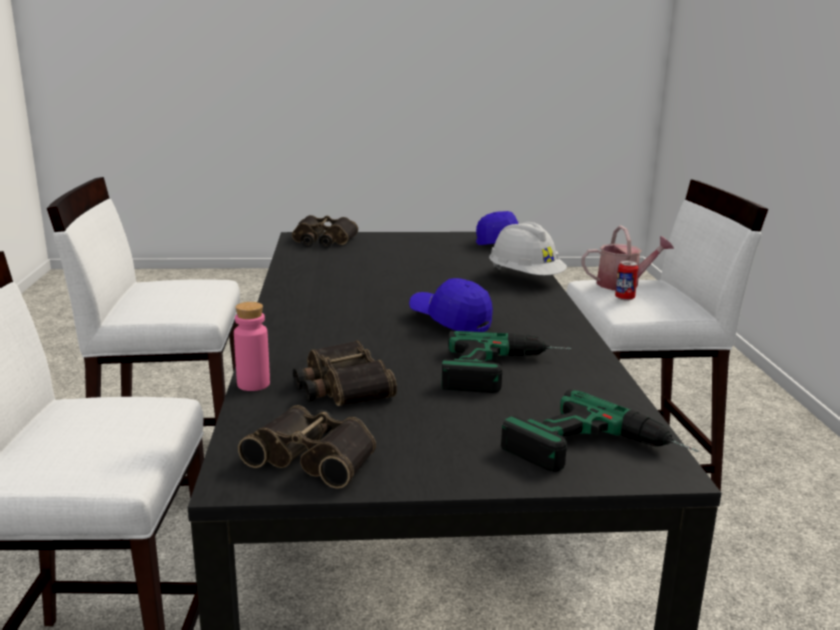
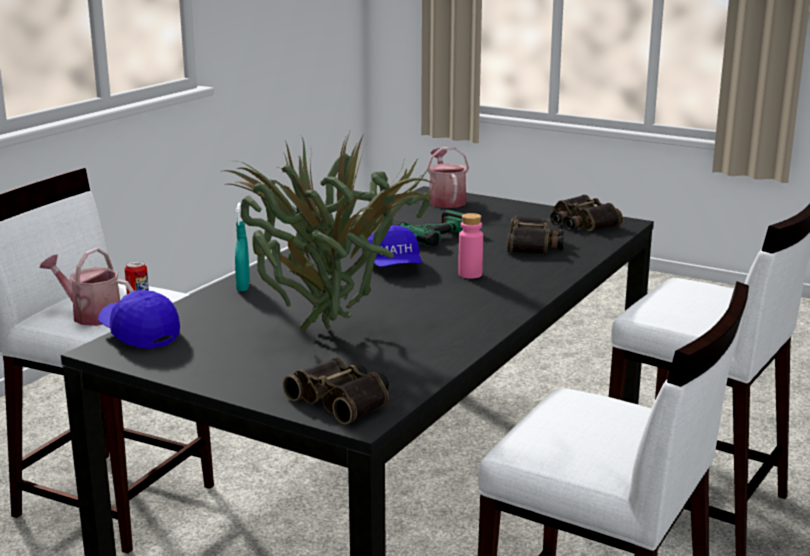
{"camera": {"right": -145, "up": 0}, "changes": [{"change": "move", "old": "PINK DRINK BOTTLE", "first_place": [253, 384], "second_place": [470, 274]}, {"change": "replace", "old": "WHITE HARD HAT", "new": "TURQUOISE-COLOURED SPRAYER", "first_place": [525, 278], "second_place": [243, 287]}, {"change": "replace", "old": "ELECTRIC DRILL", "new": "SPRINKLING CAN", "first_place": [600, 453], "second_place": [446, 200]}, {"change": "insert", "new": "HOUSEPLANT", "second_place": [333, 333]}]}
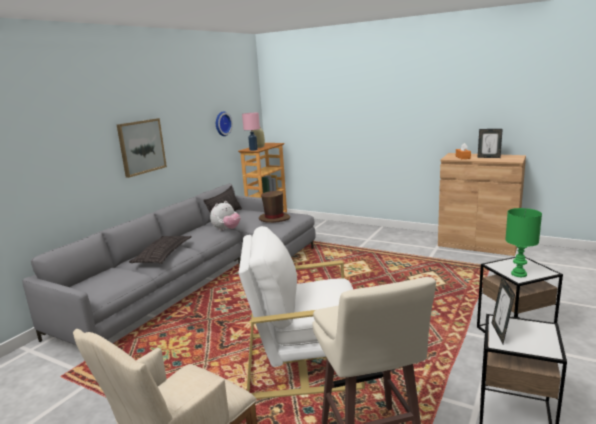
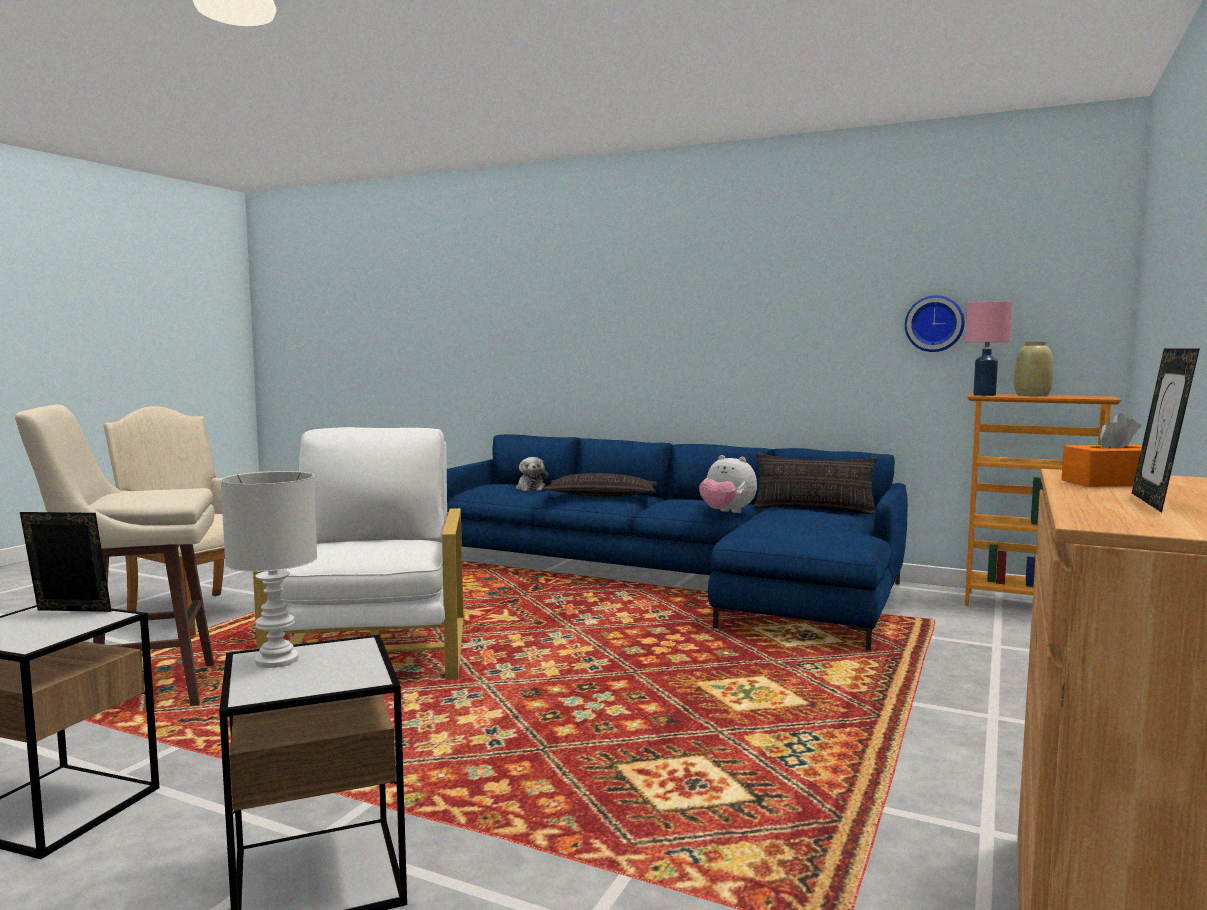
{"camera": {"right": 85, "up": -10}, "changes": [{"change": "recolor", "old": "GRAY COUCH", "new": "BLUE-COLOURED COUCH", "first_place": [200, 278], "second_place": [676, 580]}, {"change": "delete", "old": "WALL PICTURE", "first_place": [141, 147]}, {"change": "delete", "old": "BROWNISH HAT", "first_place": [274, 218]}, {"change": "recolor", "old": "GREEN-COLOURED TABLE LAMP", "new": "WHITE TABLE LAMP", "first_place": [519, 274], "second_place": [275, 660]}, {"change": "insert", "new": "CUDDLY TOY", "second_place": [530, 488]}]}
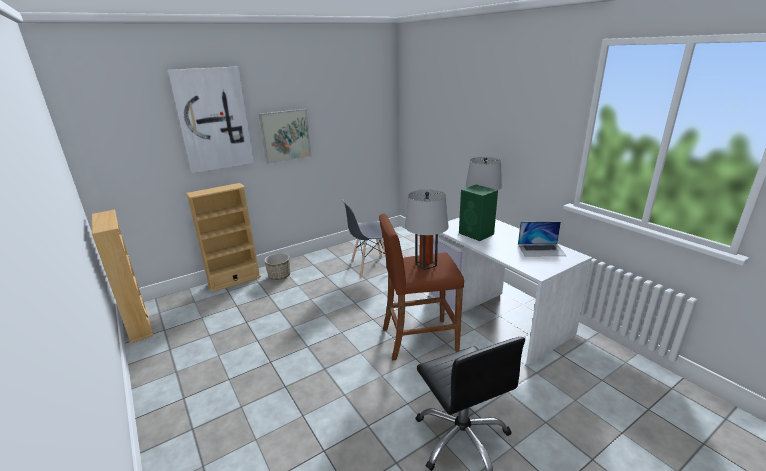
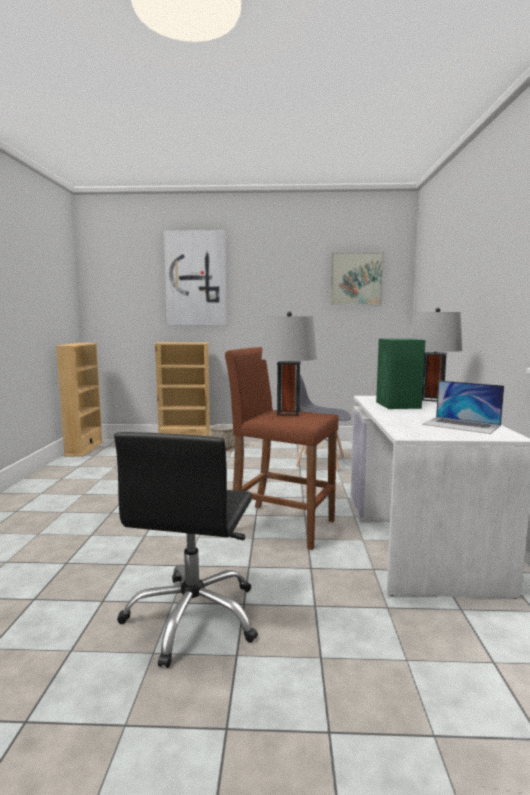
{"camera": {"right": 35, "up": -15}, "changes": [{"change": "move", "old": "WALL PICTURE", "first_place": [285, 135], "second_place": [356, 279]}]}
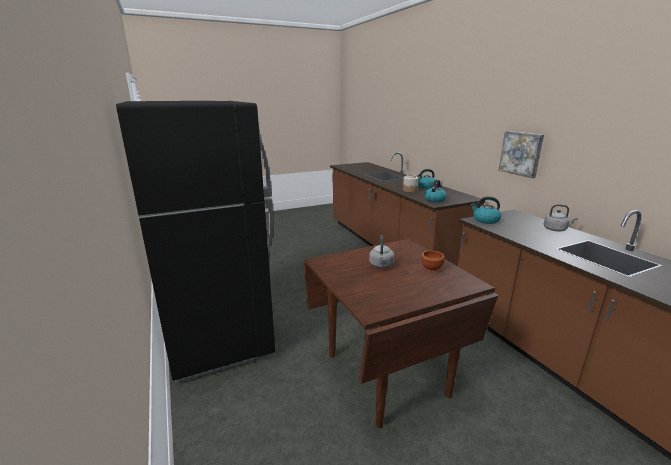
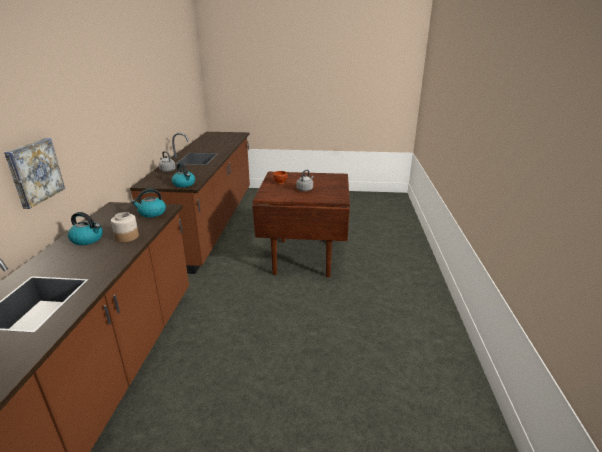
{"camera": {"right": -150, "up": 5}, "changes": [{"change": "delete", "old": "BLACK-COLOURED FRIDGE", "first_place": [218, 337]}, {"change": "move", "old": "WALL PICTURE", "first_place": [521, 153], "second_place": [34, 172]}]}
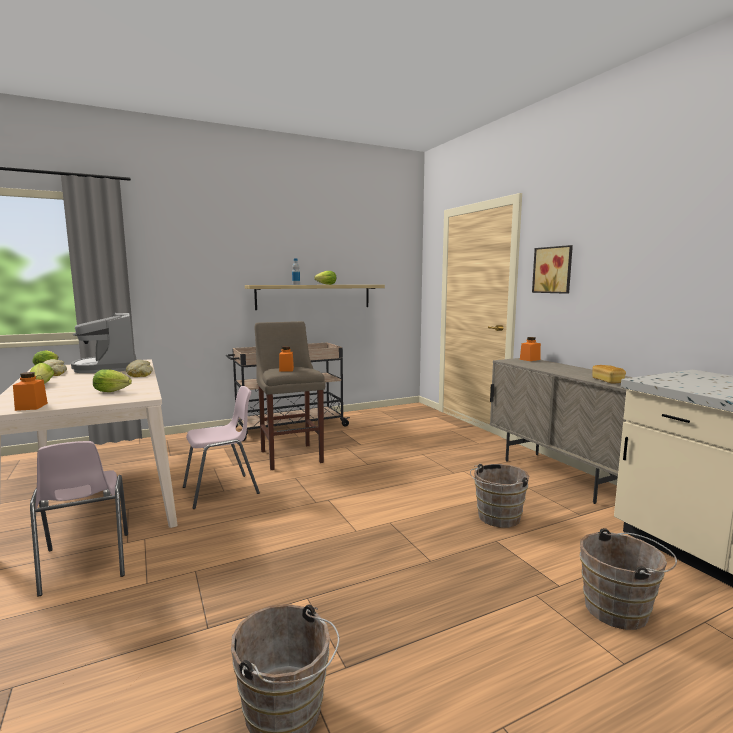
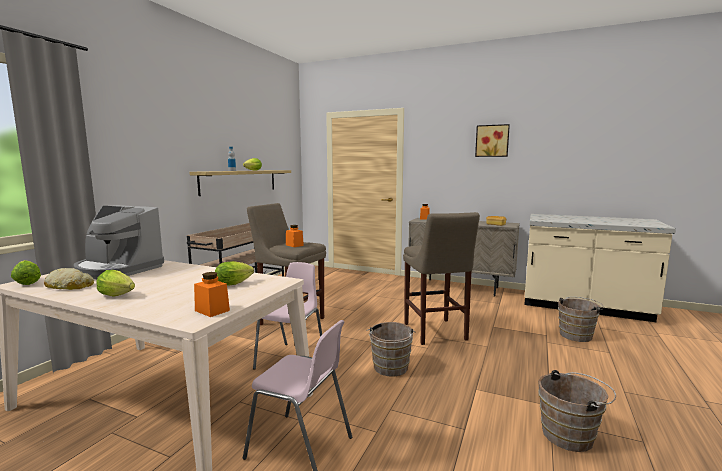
{"camera": {"right": -40, "up": 0}, "changes": [{"change": "delete", "old": "BAKERY BREAD", "first_place": [139, 374]}, {"change": "move", "old": "BROWNISH WATER BUCKET", "first_place": [496, 518], "second_place": [390, 369]}, {"change": "move", "old": "WALL PICTURE", "first_place": [553, 270], "second_place": [492, 141]}, {"change": "insert", "new": "BEIGE STOOL SEAT", "second_place": [436, 333]}]}
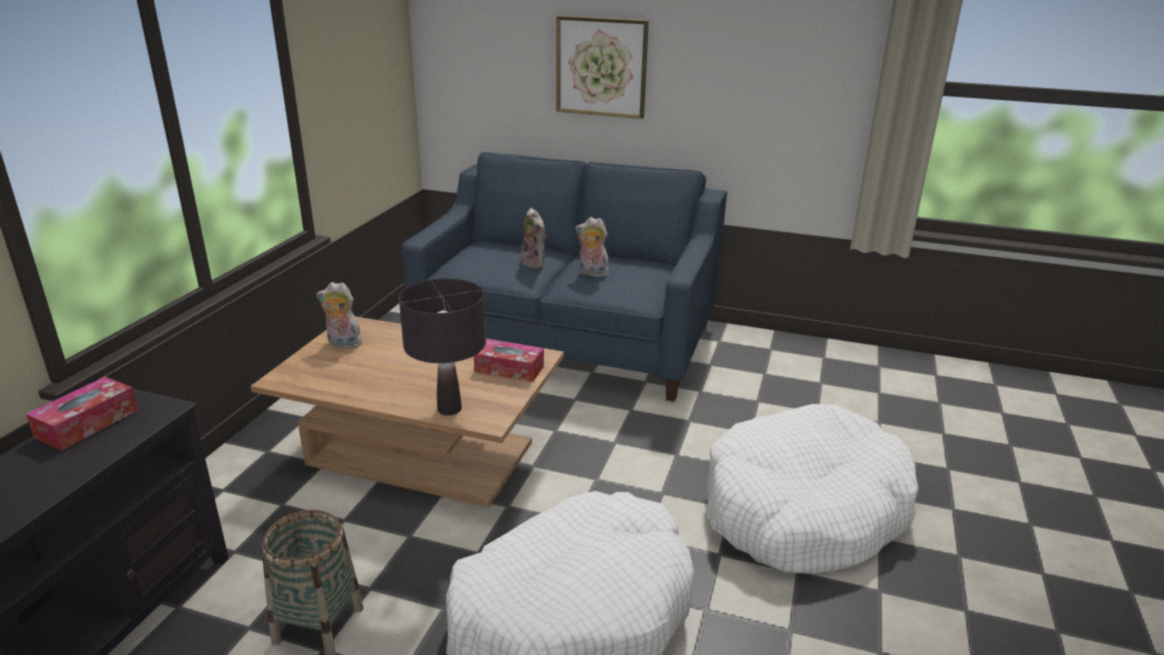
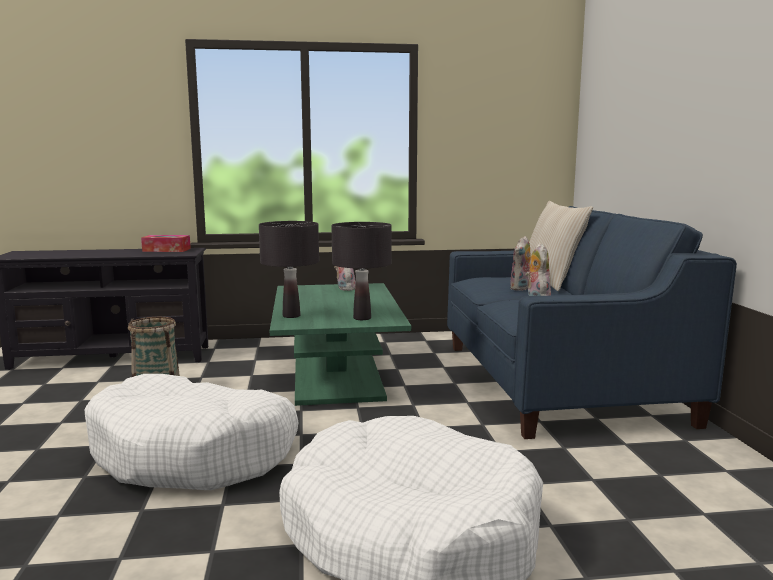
{"camera": {"right": 65, "up": -15}, "changes": [{"change": "recolor", "old": "BROWNISH LOW TABLE", "new": "GREEN-COLOURED LOW TABLE", "first_place": [421, 453], "second_place": [336, 375]}, {"change": "replace", "old": "TISSUE BOX", "new": "BLACK-COLOURED TABLE LAMP", "first_place": [509, 369], "second_place": [362, 318]}, {"change": "delete", "old": "WALL PICTURE", "first_place": [601, 67]}, {"change": "insert", "new": "BEIGE CUSHION", "second_place": [551, 282]}]}
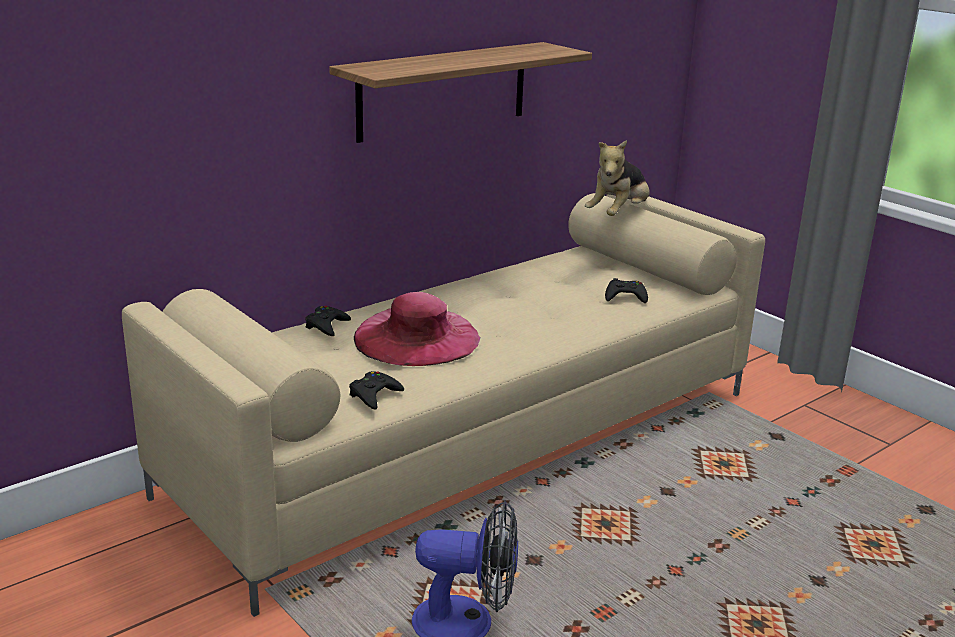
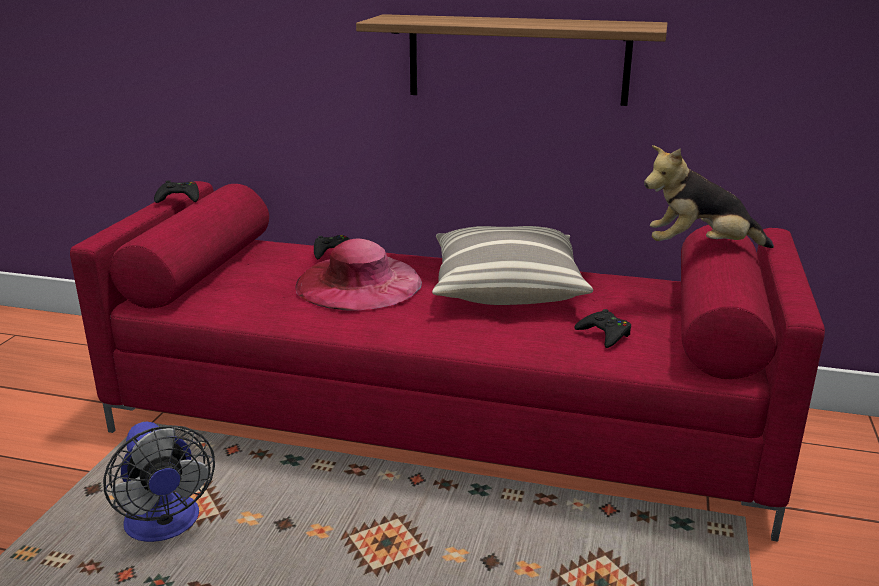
{"camera": {"right": 55, "up": 0}, "changes": [{"change": "recolor", "old": "BEIGE COUCH", "new": "RED-COLOURED COUCH", "first_place": [474, 440], "second_place": [442, 419]}, {"change": "move", "old": "BLACK-COLOURED JOYPAD", "first_place": [374, 395], "second_place": [179, 198]}, {"change": "insert", "new": "CUSHION", "second_place": [505, 288]}]}
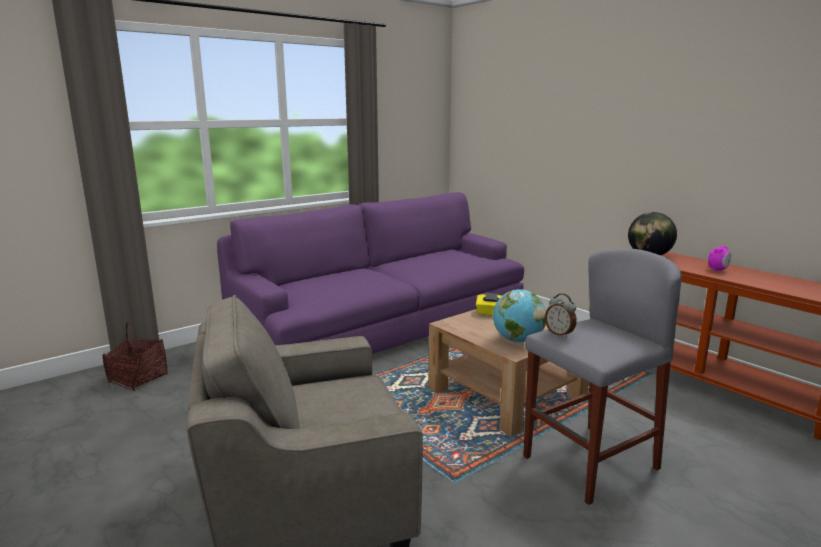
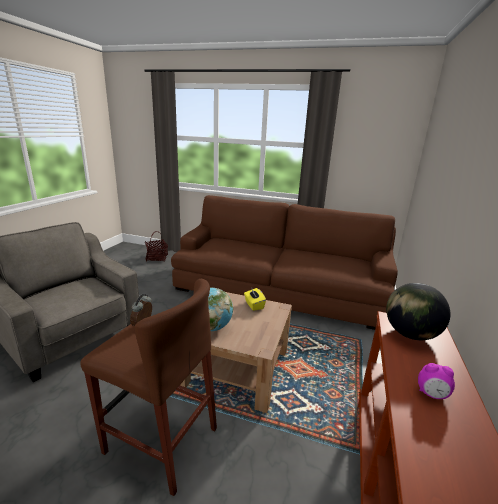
{"camera": {"right": 55, "up": 5}, "changes": [{"change": "recolor", "old": "PURPLISH COUCH", "new": "BROWNISH COUCH", "first_place": [385, 326], "second_place": [279, 290]}, {"change": "recolor", "old": "GRAY STOOL SEAT", "new": "BROWNISH STOOL SEAT", "first_place": [590, 462], "second_place": [161, 440]}]}
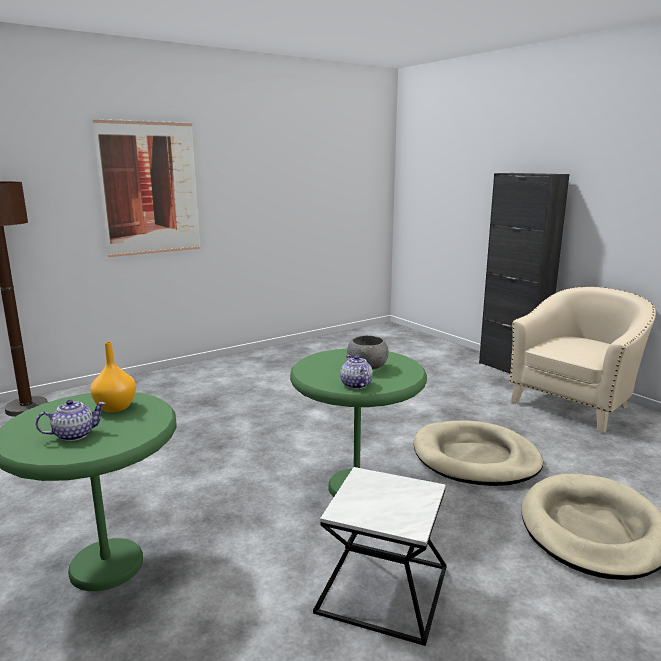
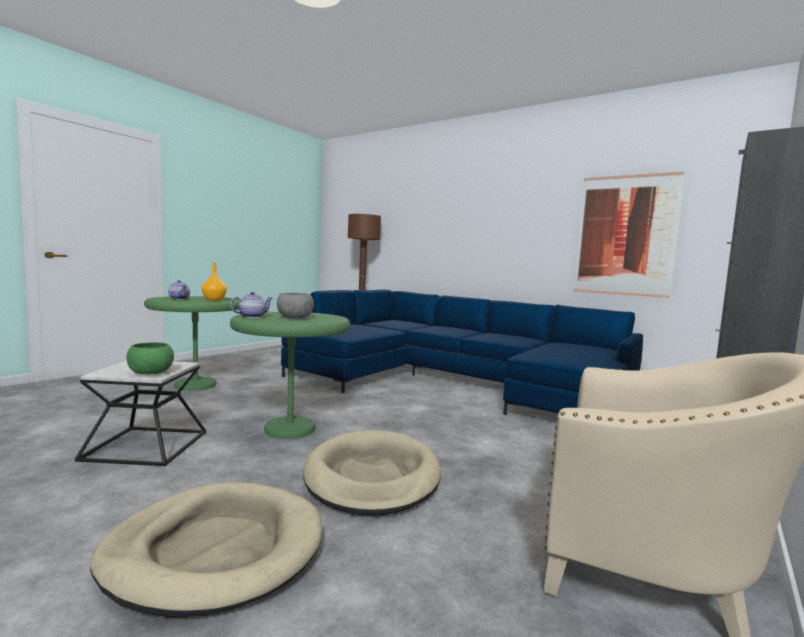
{"camera": {"right": 70, "up": -10}, "changes": [{"change": "move", "old": "WALL PICTURE", "first_place": [150, 188], "second_place": [625, 235]}, {"change": "insert", "new": "GREEN-COLOURED SERVING BOWL", "second_place": [150, 373]}, {"change": "insert", "new": "BLUE-COLOURED COUCH", "second_place": [453, 382]}]}
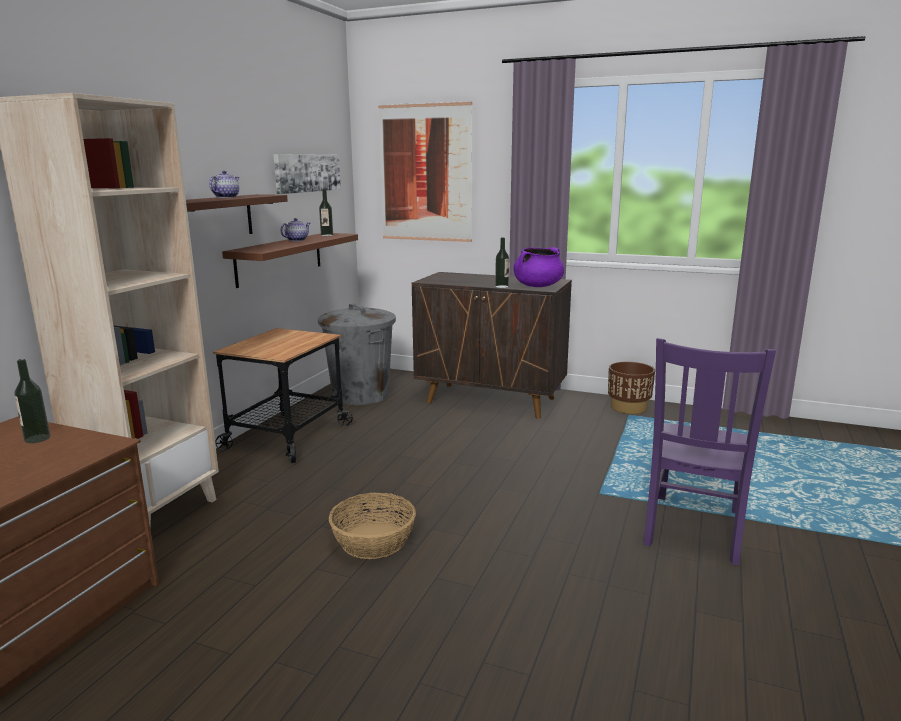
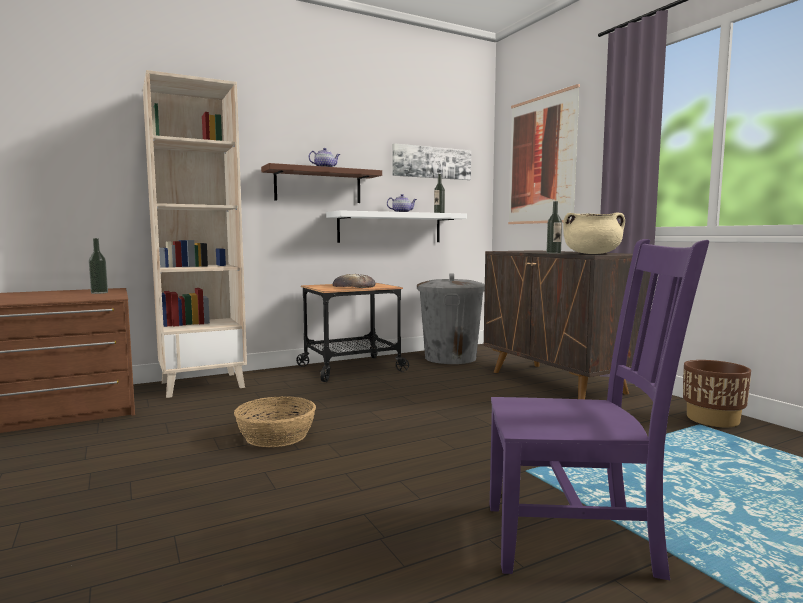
{"camera": {"right": 40, "up": -10}, "changes": [{"change": "recolor", "old": "BROWNISH BRACKET SHELF", "new": "WHITE BRACKET SHELF", "first_place": [280, 258], "second_place": [390, 228]}, {"change": "recolor", "old": "PURPLISH STOCKPOT", "new": "BEIGE STOCKPOT", "first_place": [538, 286], "second_place": [592, 254]}, {"change": "rotate", "old": "PURPLISH UPRIGHT CHAIR", "first_place": [693, 530], "second_place": [576, 539], "degrees": -150}, {"change": "insert", "new": "BAKERY BREAD", "second_place": [353, 286]}]}
